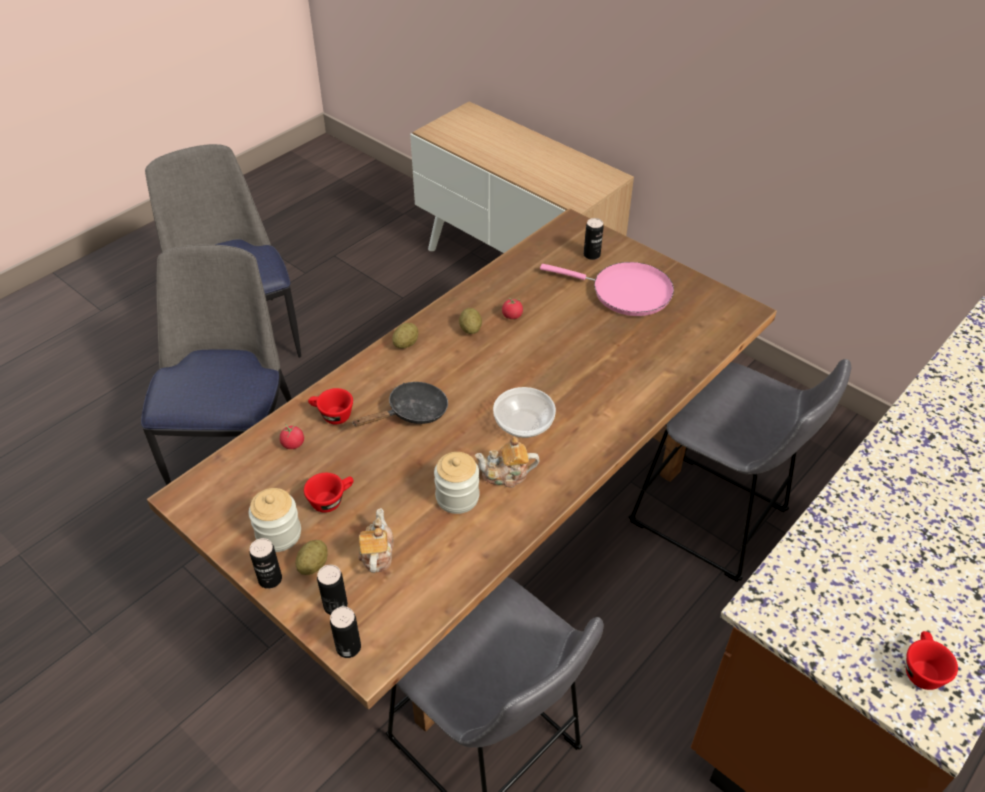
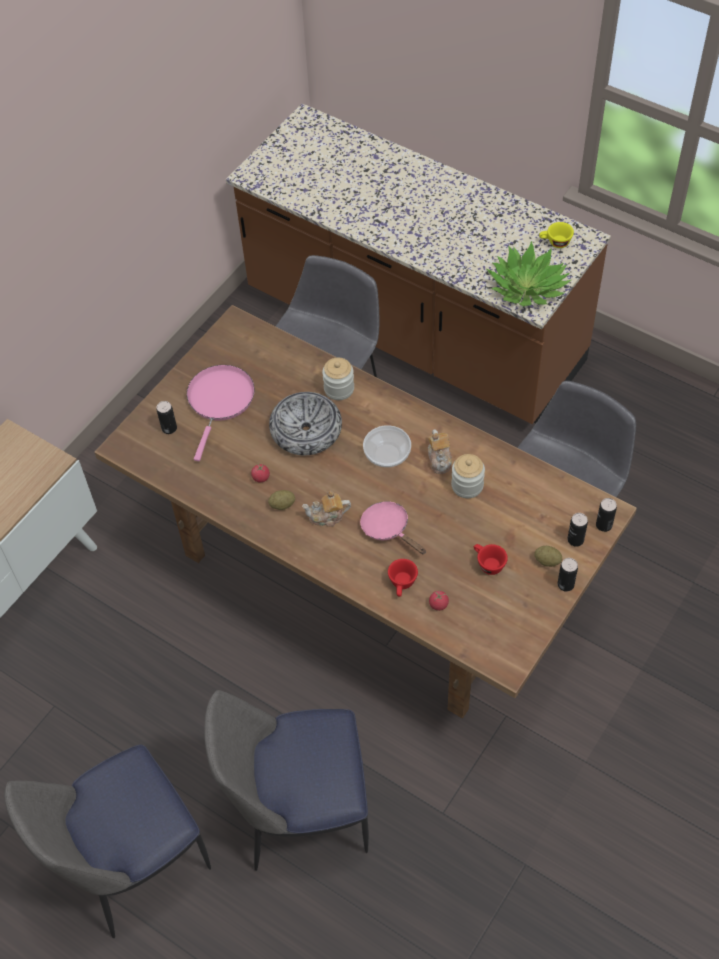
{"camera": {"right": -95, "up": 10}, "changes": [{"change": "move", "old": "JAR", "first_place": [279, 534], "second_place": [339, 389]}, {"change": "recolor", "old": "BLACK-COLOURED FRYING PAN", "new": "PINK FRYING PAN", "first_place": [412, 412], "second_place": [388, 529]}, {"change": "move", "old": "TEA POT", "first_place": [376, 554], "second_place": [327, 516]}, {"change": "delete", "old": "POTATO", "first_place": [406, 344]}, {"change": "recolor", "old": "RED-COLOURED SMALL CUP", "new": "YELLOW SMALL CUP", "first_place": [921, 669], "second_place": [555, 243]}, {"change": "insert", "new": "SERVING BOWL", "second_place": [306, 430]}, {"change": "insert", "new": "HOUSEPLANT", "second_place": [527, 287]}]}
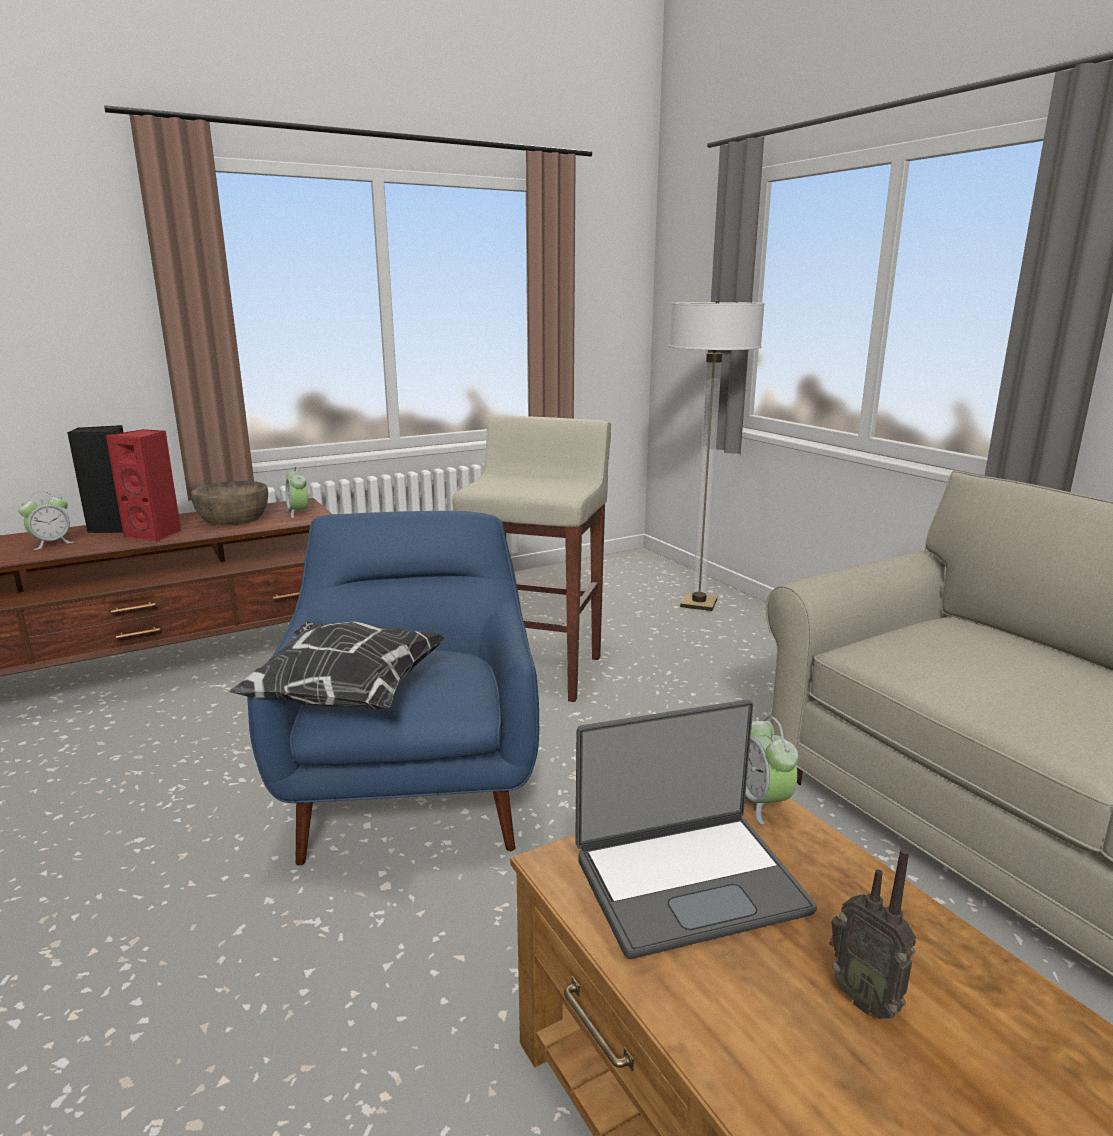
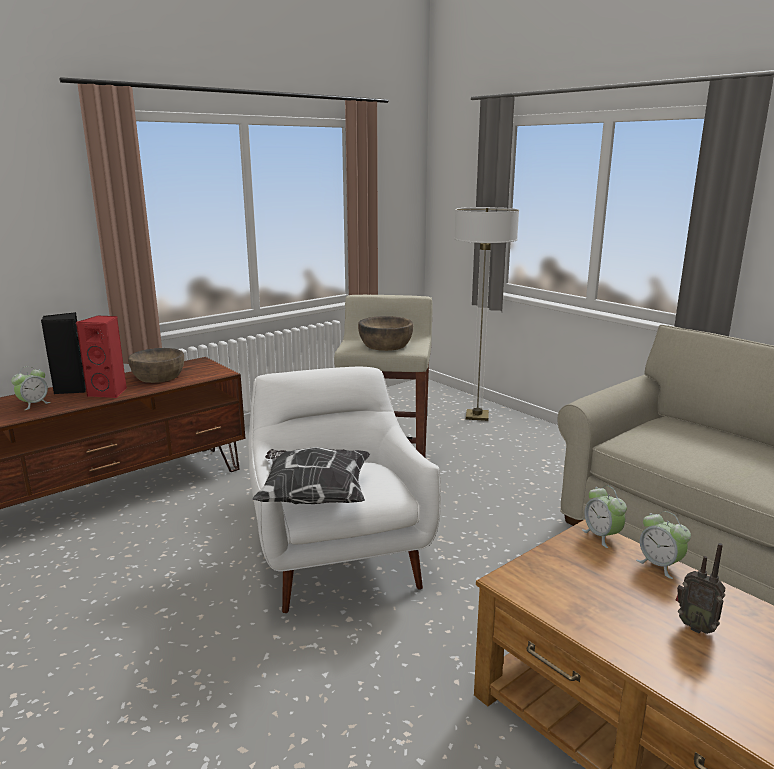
{"camera": {"right": -10, "up": 0}, "changes": [{"change": "recolor", "old": "BLUE-COLOURED LOUNGE CHAIR", "new": "WHITE LOUNGE CHAIR", "first_place": [414, 789], "second_place": [338, 558]}, {"change": "move", "old": "TABLE CLOCK", "first_place": [298, 513], "second_place": [659, 565]}, {"change": "delete", "old": "PORTABLE COMPUTER", "first_place": [688, 881]}, {"change": "insert", "new": "BROWNISH SERVING BOWL", "second_place": [385, 345]}]}
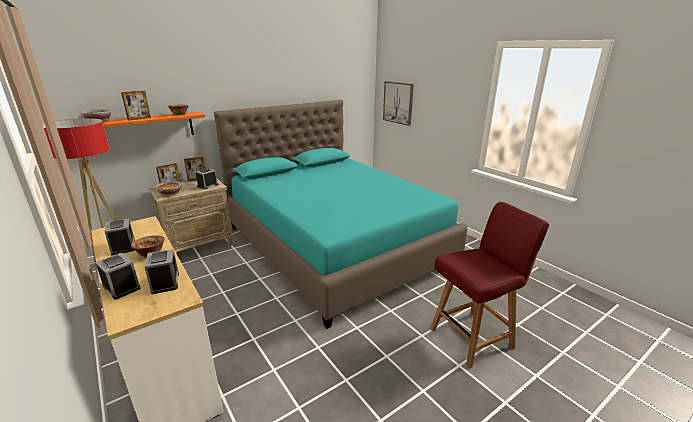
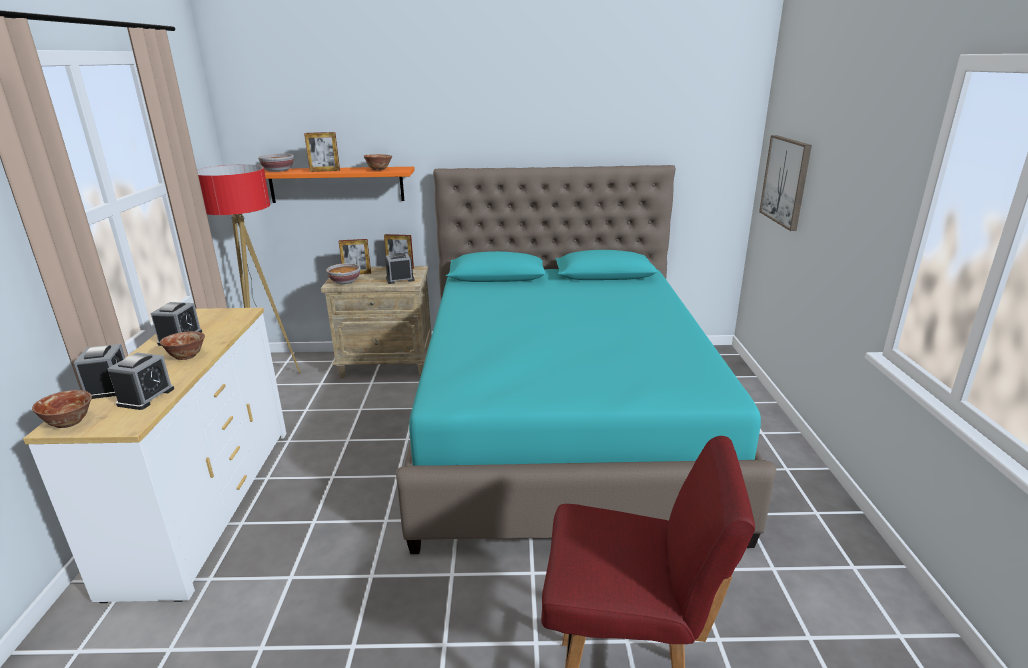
{"camera": {"right": 35, "up": 0}, "changes": [{"change": "insert", "new": "SERVING BOWL", "second_place": [69, 422]}]}
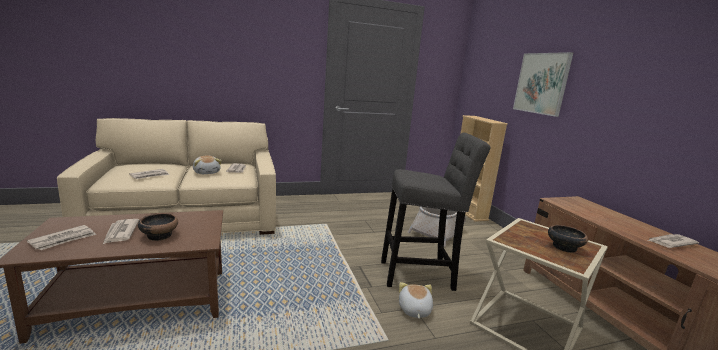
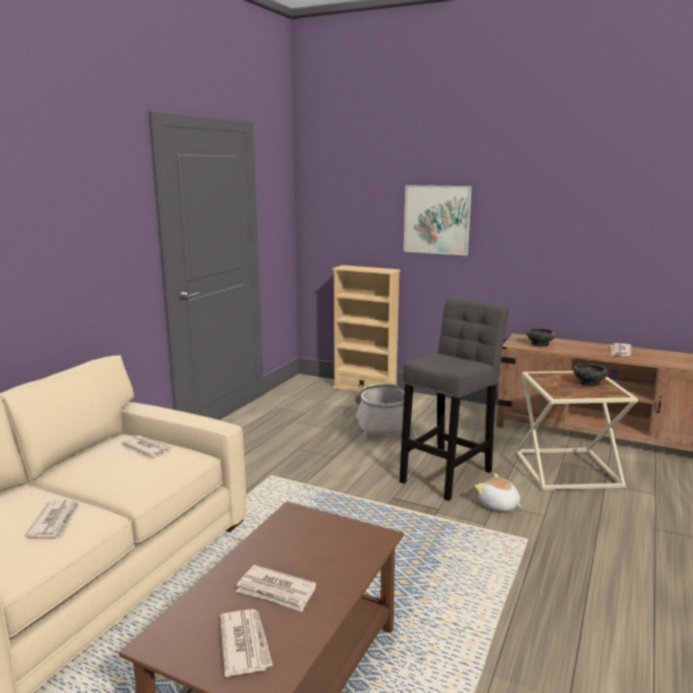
{"camera": {"right": -45, "up": 0}, "changes": [{"change": "move", "old": "SERVING BOWL", "first_place": [159, 235], "second_place": [539, 344]}, {"change": "delete", "old": "CUDDLY TOY", "first_place": [207, 172]}]}
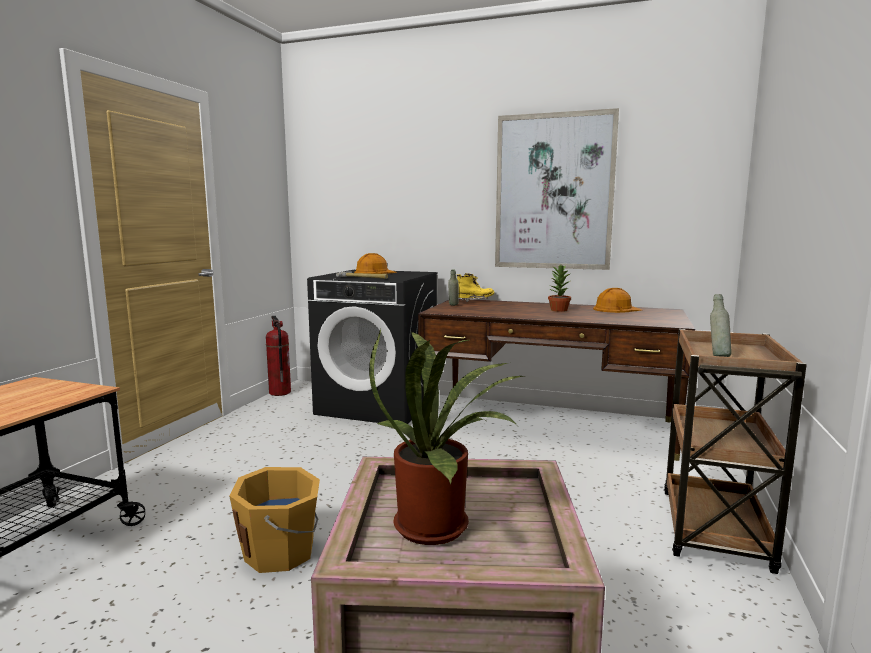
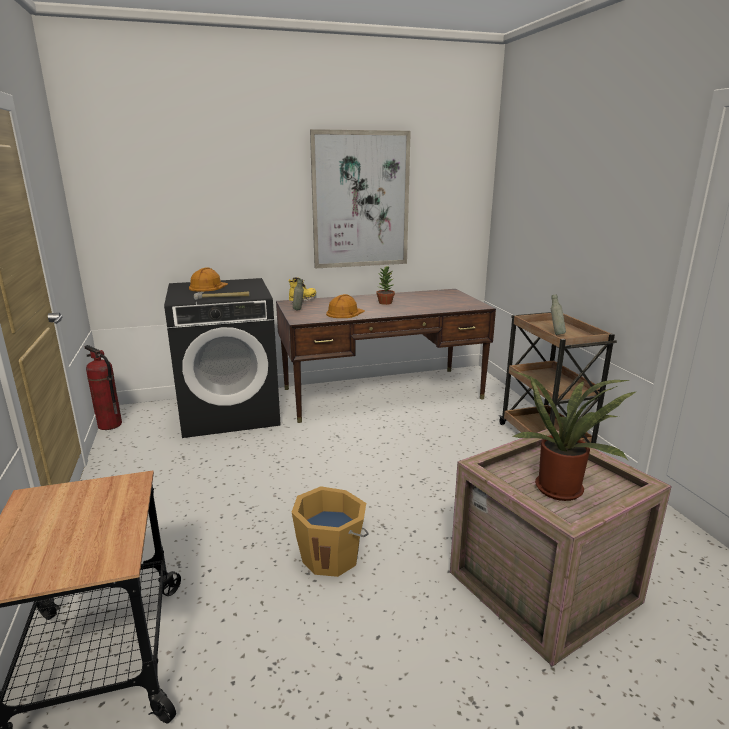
{"camera": {"right": -35, "up": 10}, "changes": [{"change": "move", "old": "ORANGE-COLOURED HARD HAT", "first_place": [616, 309], "second_place": [344, 313]}]}
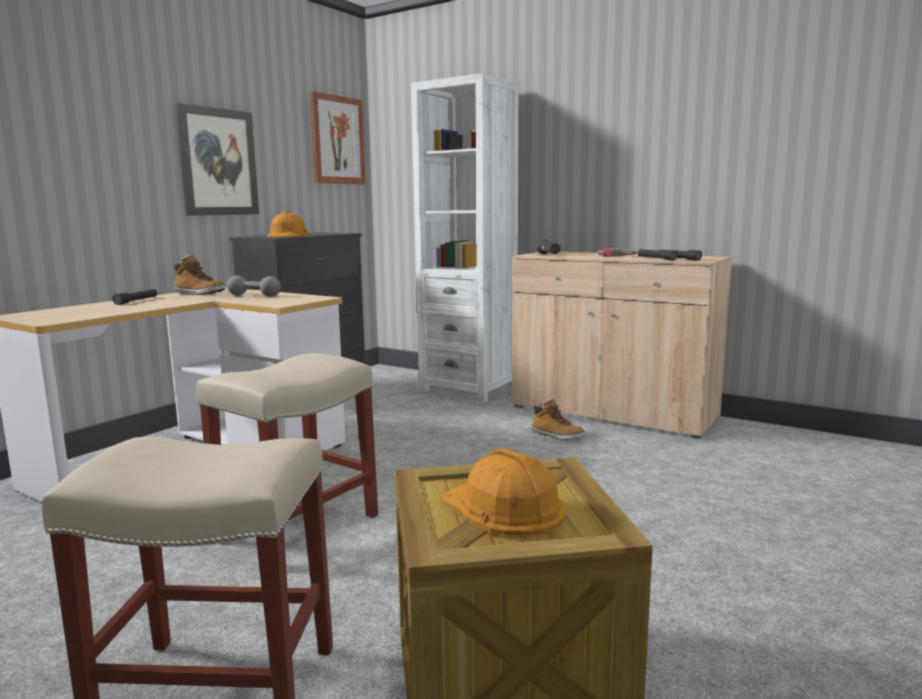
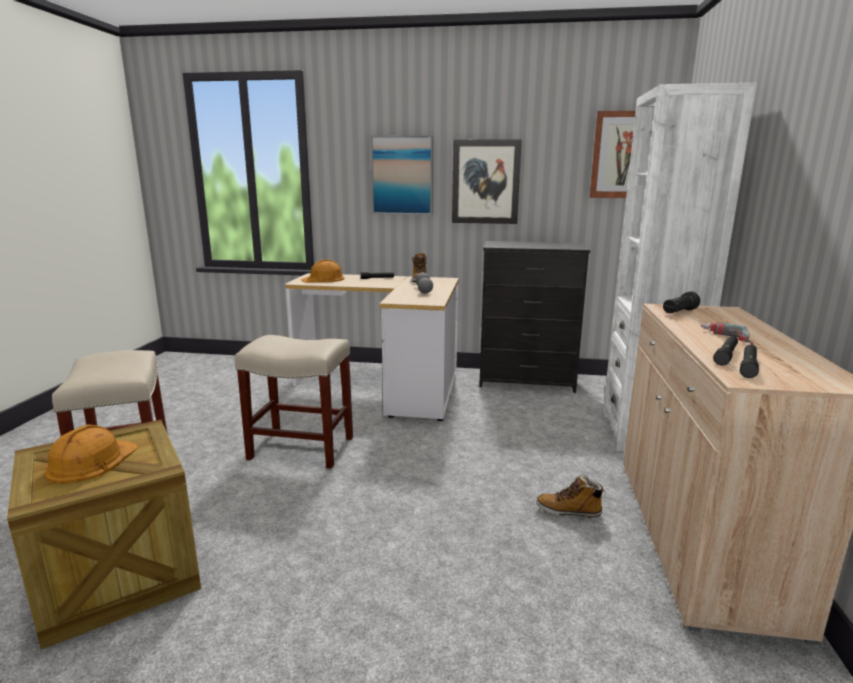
{"camera": {"right": 65, "up": 5}, "changes": [{"change": "move", "old": "ORANGE-COLOURED HARD HAT", "first_place": [287, 235], "second_place": [323, 279]}, {"change": "rotate", "old": "HIGH-TOP BOOT", "first_place": [556, 436], "second_place": [568, 511], "degrees": 90}, {"change": "insert", "new": "WALL PICTURE", "second_place": [402, 175]}]}
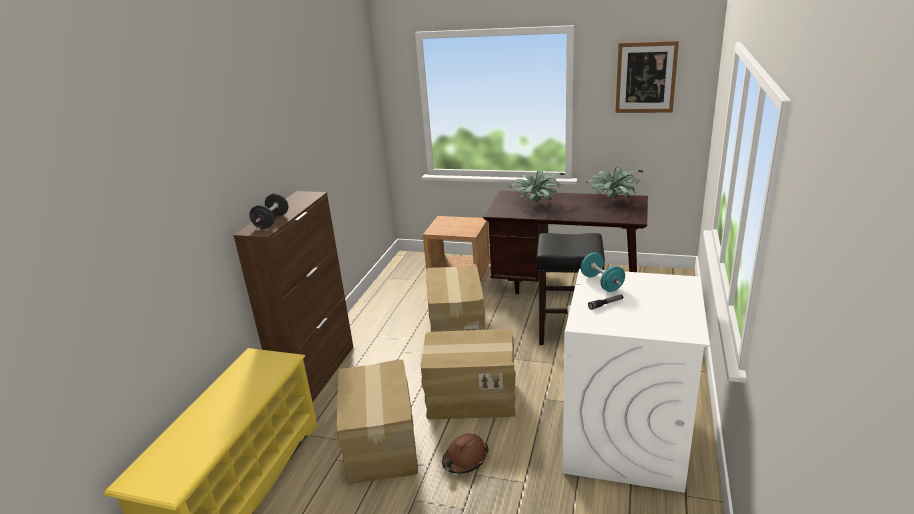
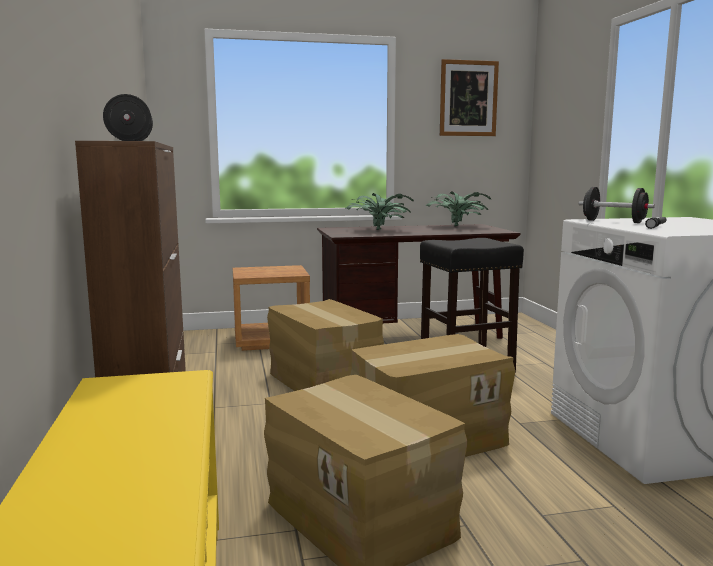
{"camera": {"right": -30, "up": -15}, "changes": [{"change": "delete", "old": "BROWNISH HARD HAT", "first_place": [465, 459]}, {"change": "recolor", "old": "TURQUOISE-COLOURED HAND WEIGHT", "new": "BLACK-COLOURED HAND WEIGHT", "first_place": [601, 283], "second_place": [613, 221]}]}
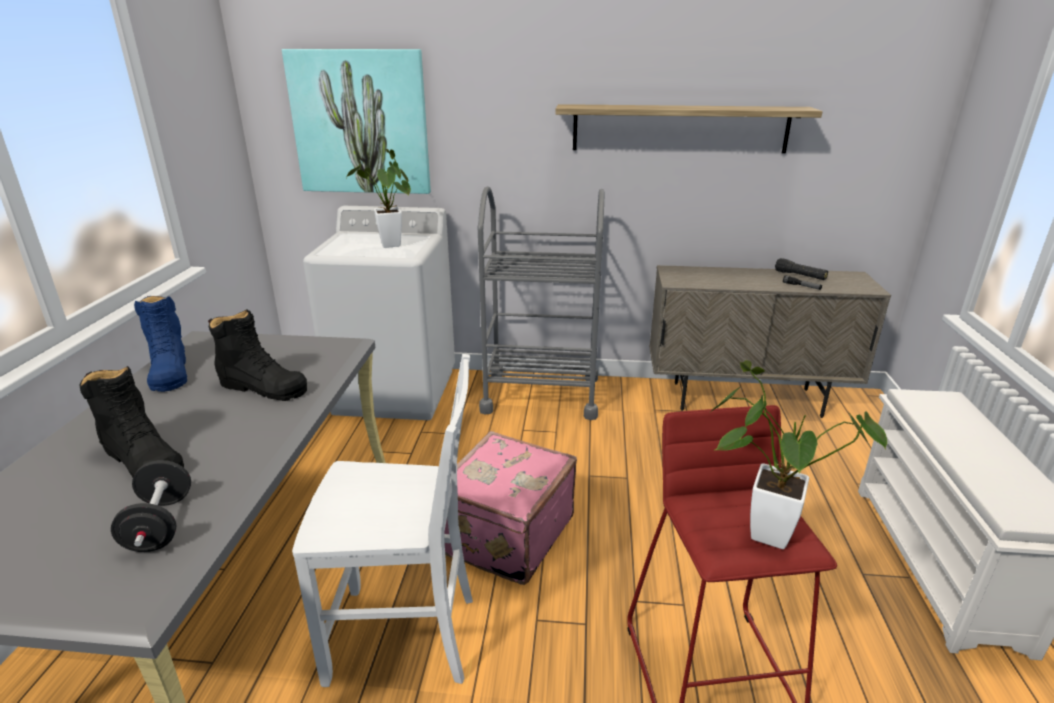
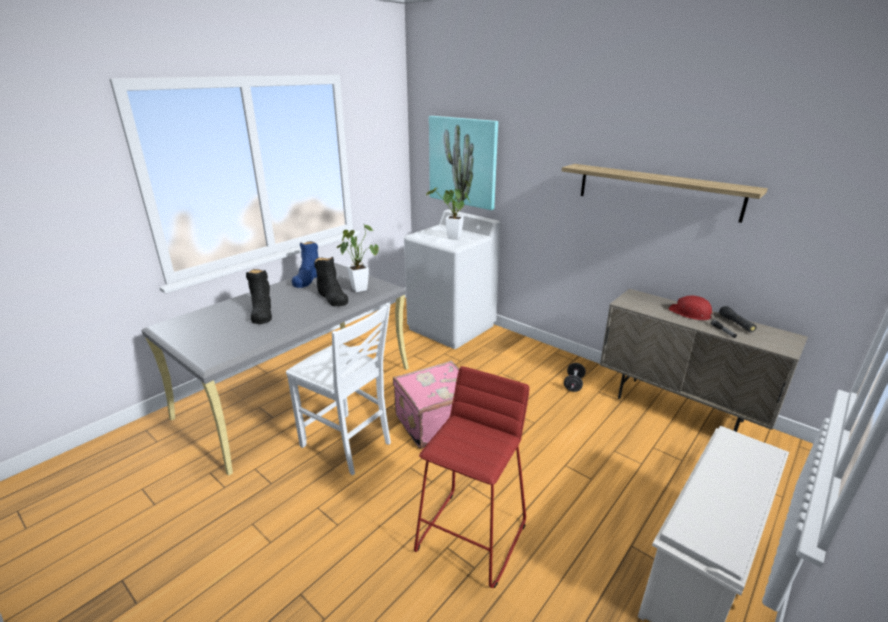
{"camera": {"right": 35, "up": 0}, "changes": [{"change": "move", "old": "BLACK-COLOURED HAND WEIGHT", "first_place": [160, 525], "second_place": [573, 384]}, {"change": "delete", "old": "GRAY TROLLEY", "first_place": [541, 394]}, {"change": "move", "old": "HOUSEPLANT", "first_place": [759, 531], "second_place": [358, 288]}, {"change": "insert", "new": "RED-COLOURED HARD HAT", "second_place": [690, 313]}]}
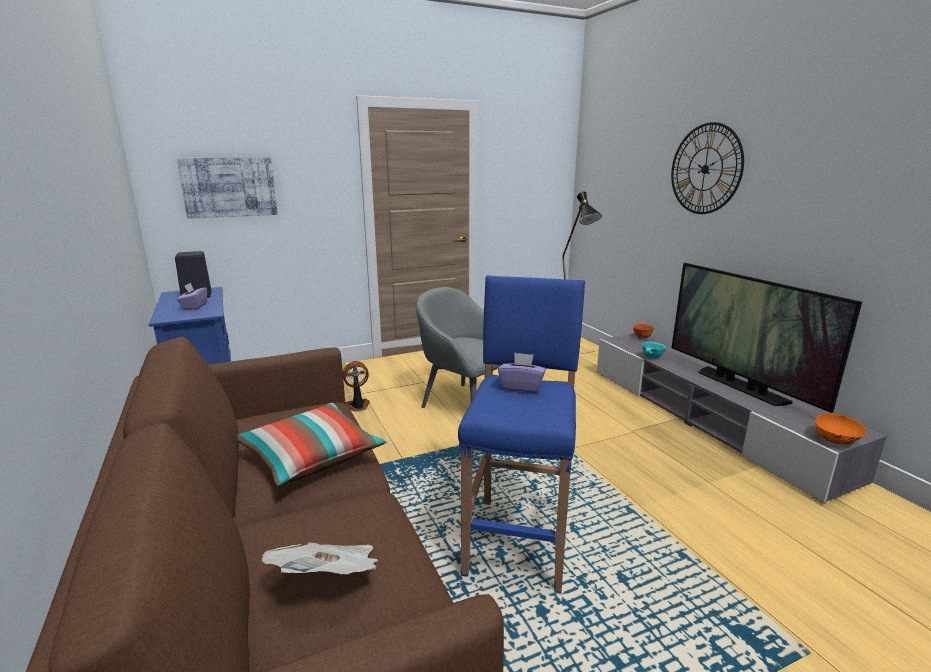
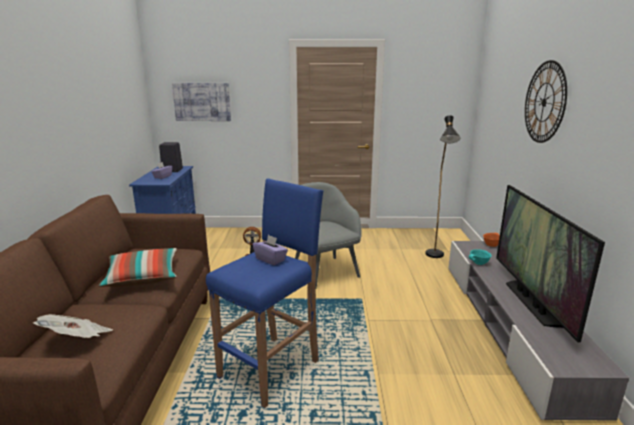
{"camera": {"right": 25, "up": 0}, "changes": [{"change": "delete", "old": "ORANGE-COLOURED SERVING BOWL", "first_place": [836, 441]}]}
